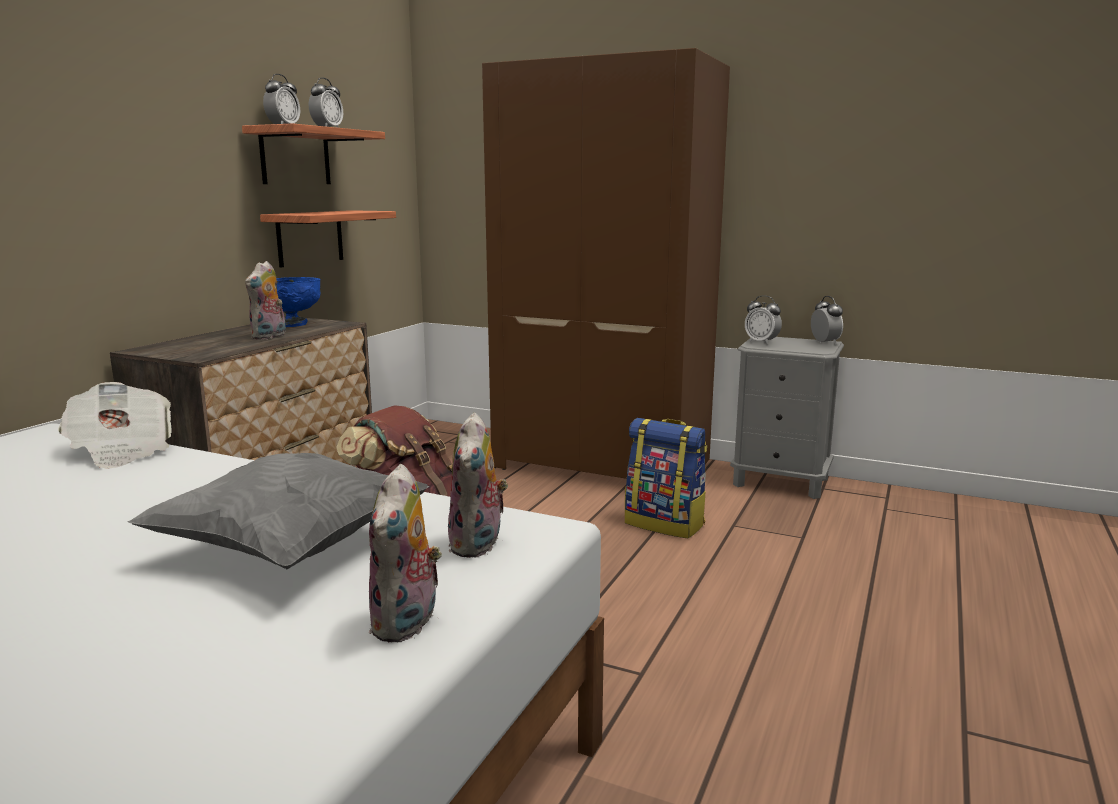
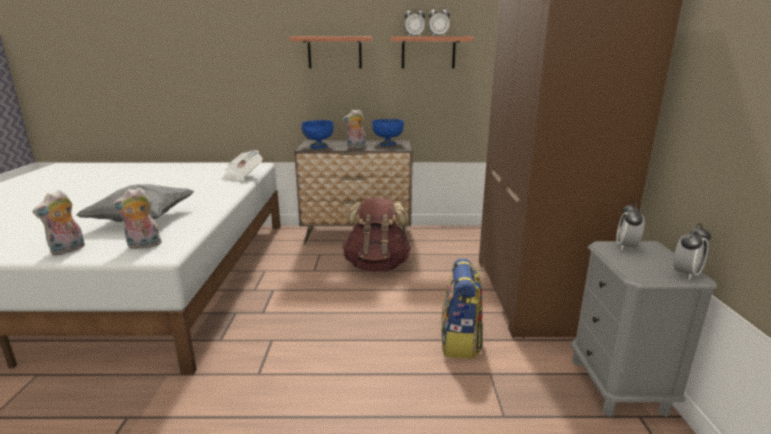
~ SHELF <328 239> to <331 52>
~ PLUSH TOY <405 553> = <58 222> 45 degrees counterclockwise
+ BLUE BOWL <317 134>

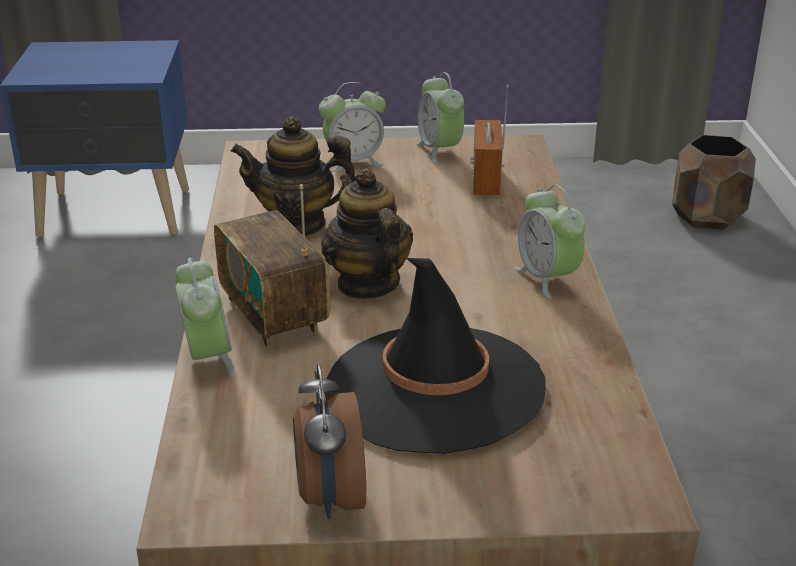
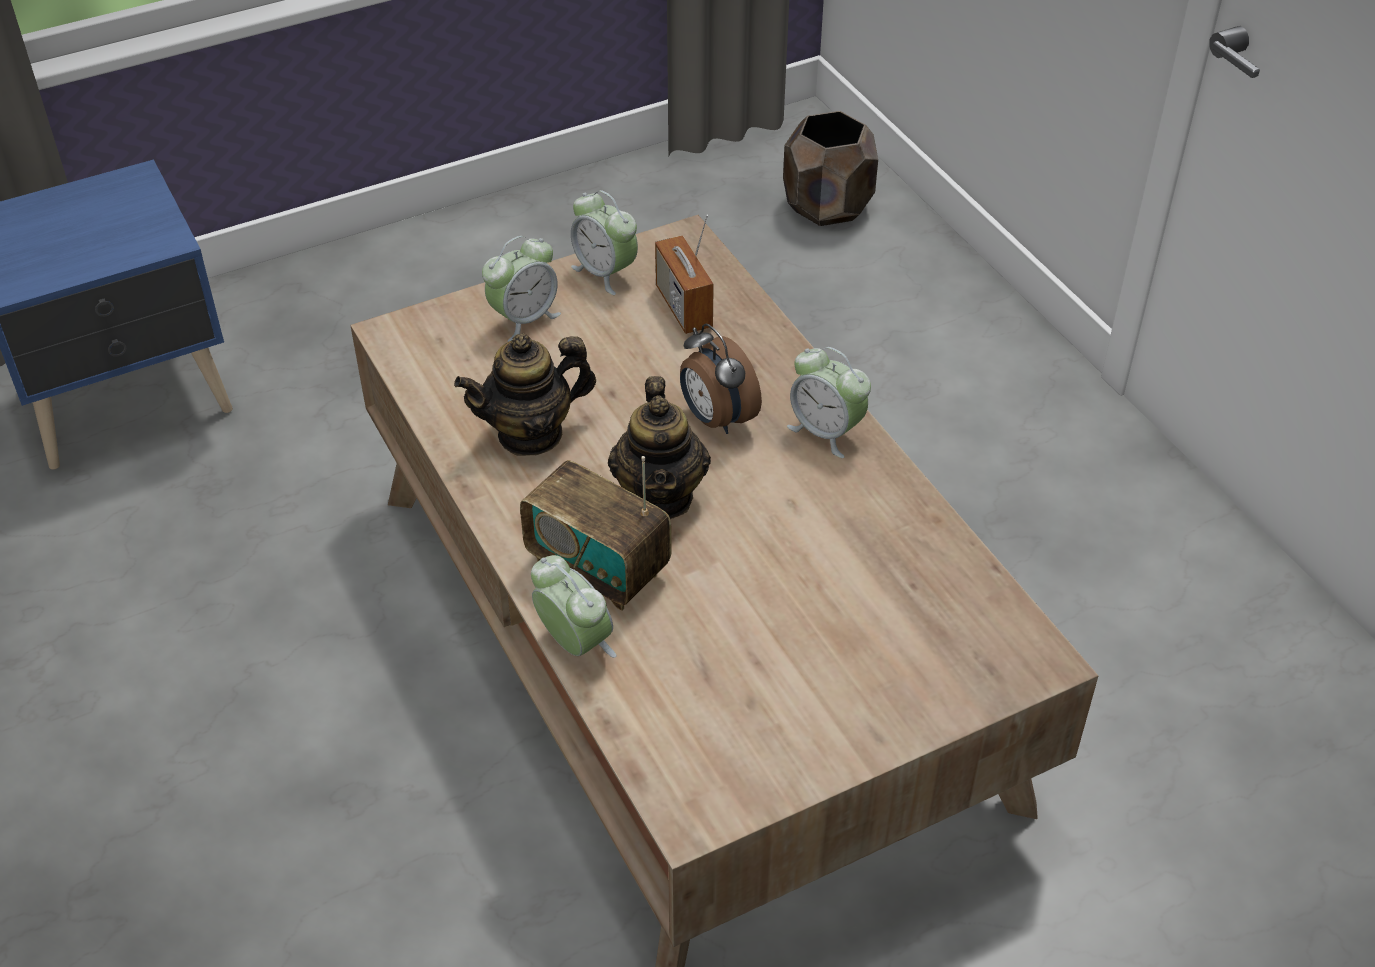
~ TEAPOT <367 233> = <659 447> 135 degrees counterclockwise
- BLACK HAT <435 356>
~ ALARM CLOCK <329 441> to <721 379>

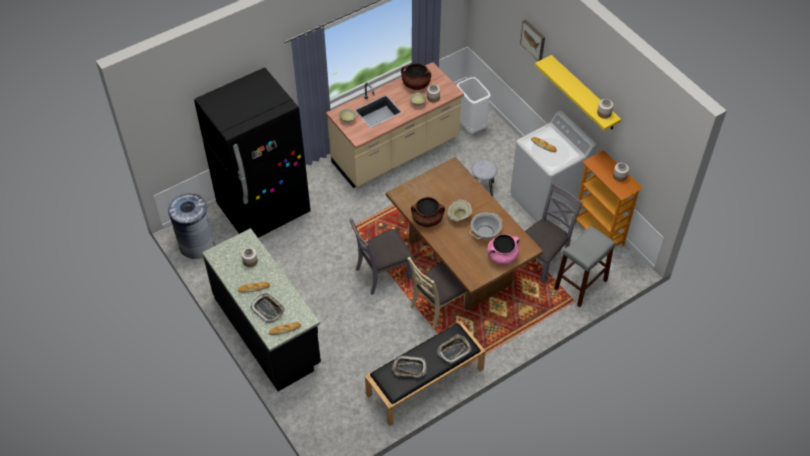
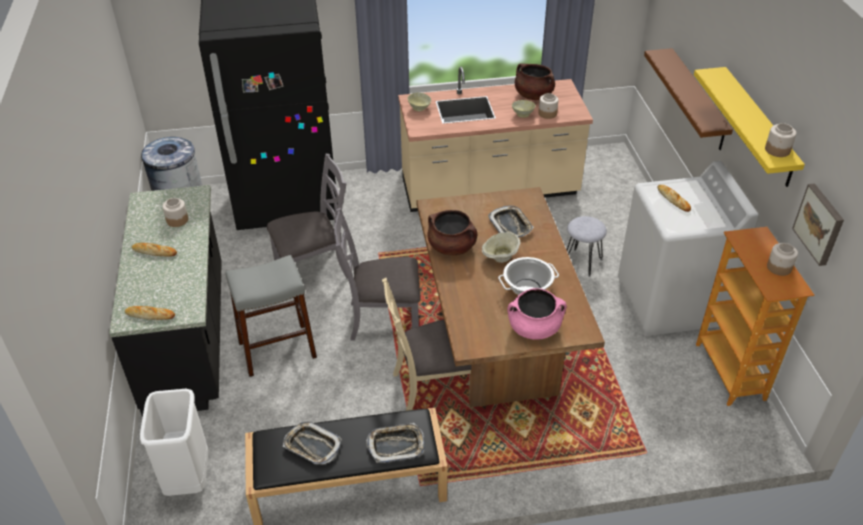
~ PICTURE <532 40> to <818 224>
~ WHITE TRASH CAN <474 105> to <174 442>
~ GREY CHAIR <554 233> to <307 216>
~ GREY STOOL <584 266> to <271 316>
~ TRAY <267 308> to <511 222>
+ BROWN SHELF <688 99>

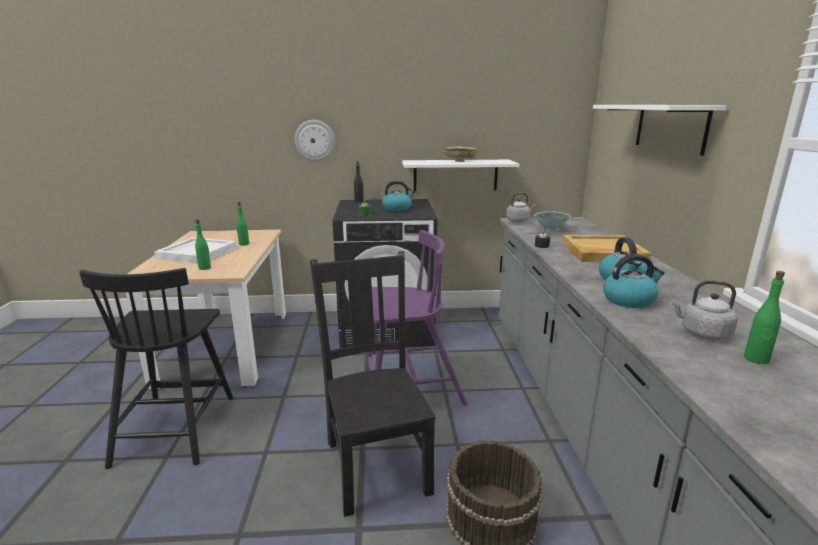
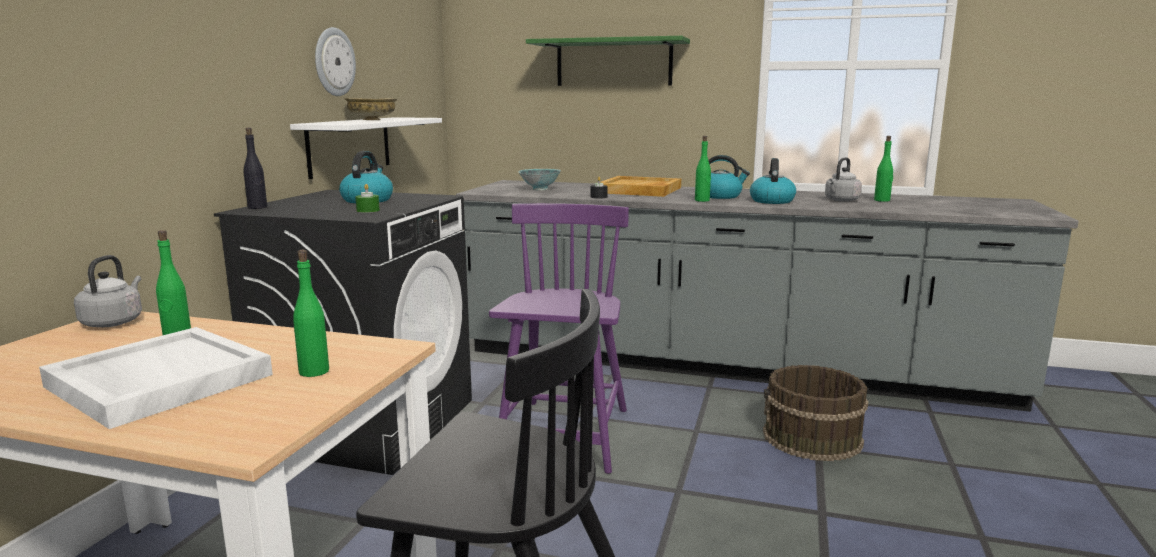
~ WHITE SHELF <660 130> to GREEN SHELF <608 61>
~ WALL CLOCK <315 140> to <335 61>
~ GREY KETTLE <521 207> to <108 291>
- BLACK CHAIR <373 384>
+ GREEN BOTTLE <703 169>

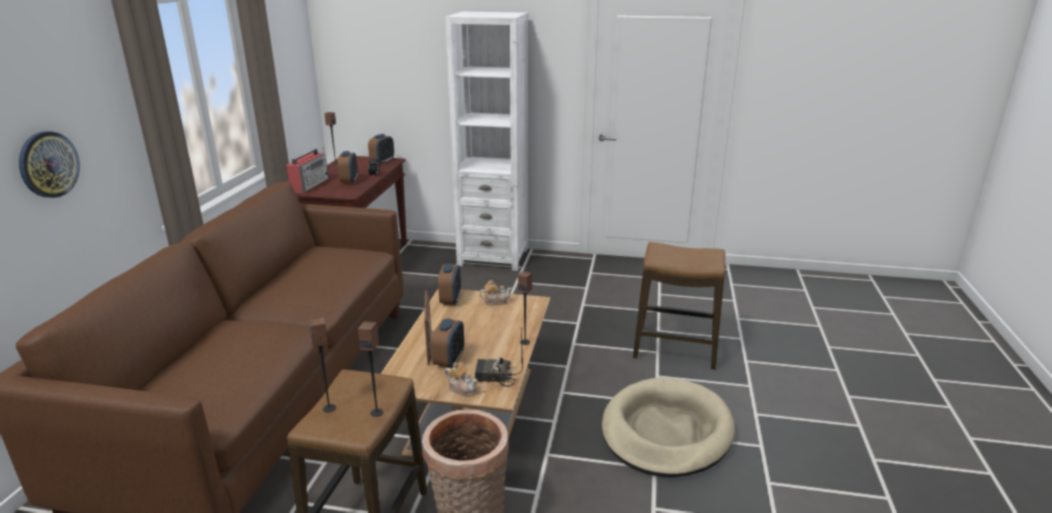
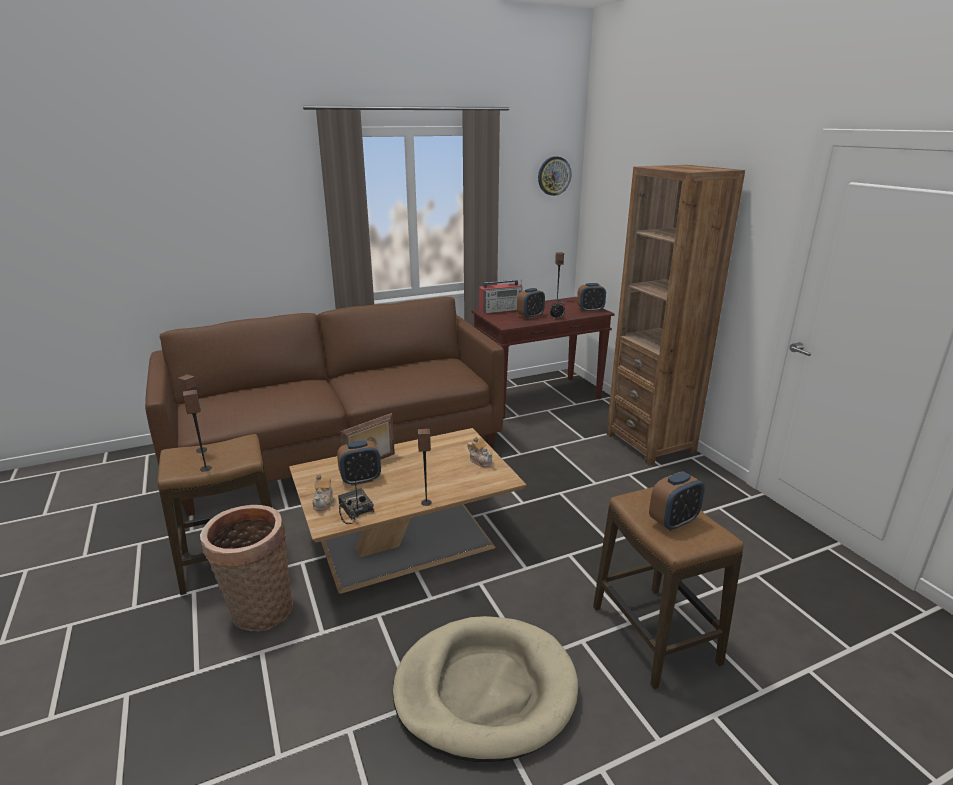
~ WHITE BOOKCASE <486 141> to BROWN BOOKCASE <676 315>
~ WALL CLOCK <49 164> to <554 176>
~ ALARM CLOCK <449 284> to <677 501>

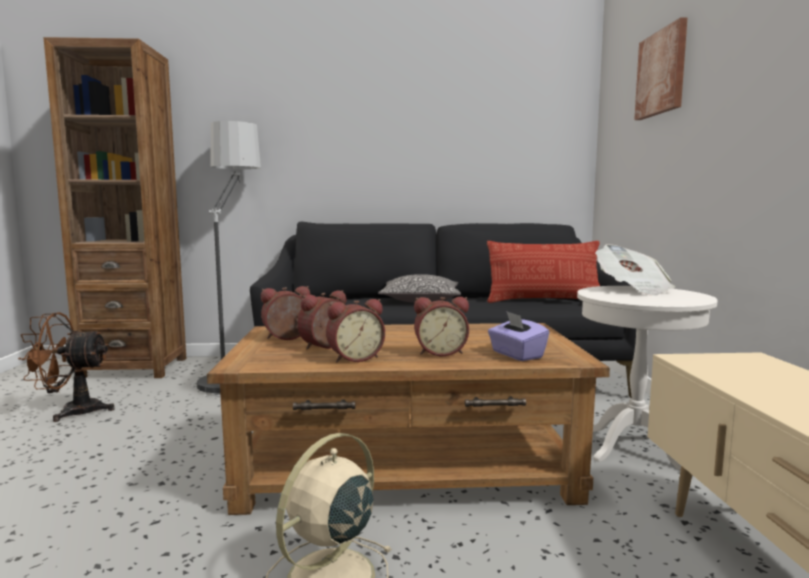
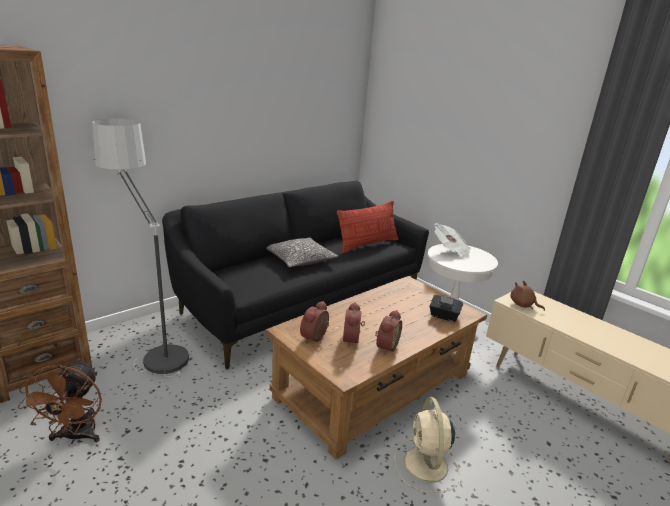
- PICTURE <661 68>
- ALARM CLOCK <441 326>
~ PURPLE TISSUE BOX <519 336> to BLACK TISSUE BOX <446 308>
~ BROWN FAN <66 367> = <60 401> 45 degrees counterclockwise
+ BROWN PLUSH TOY <527 295>

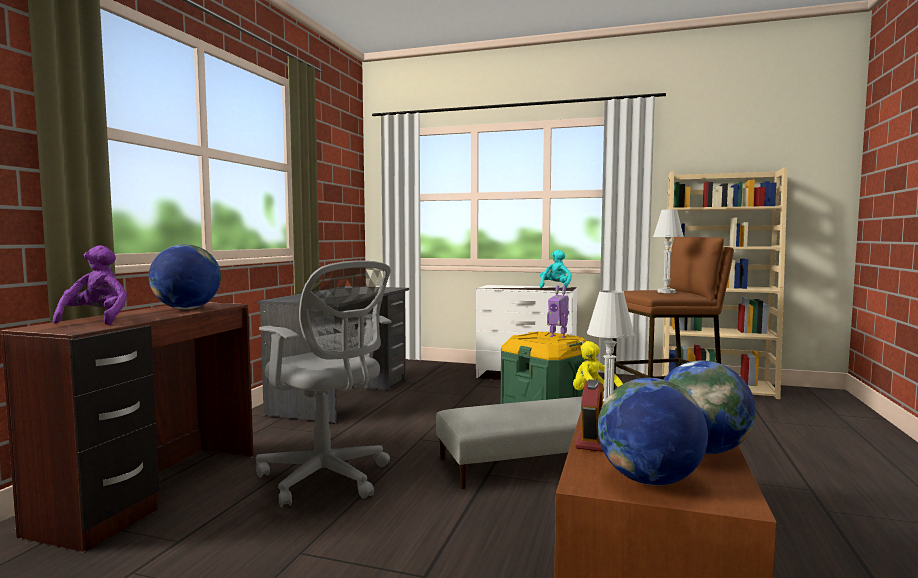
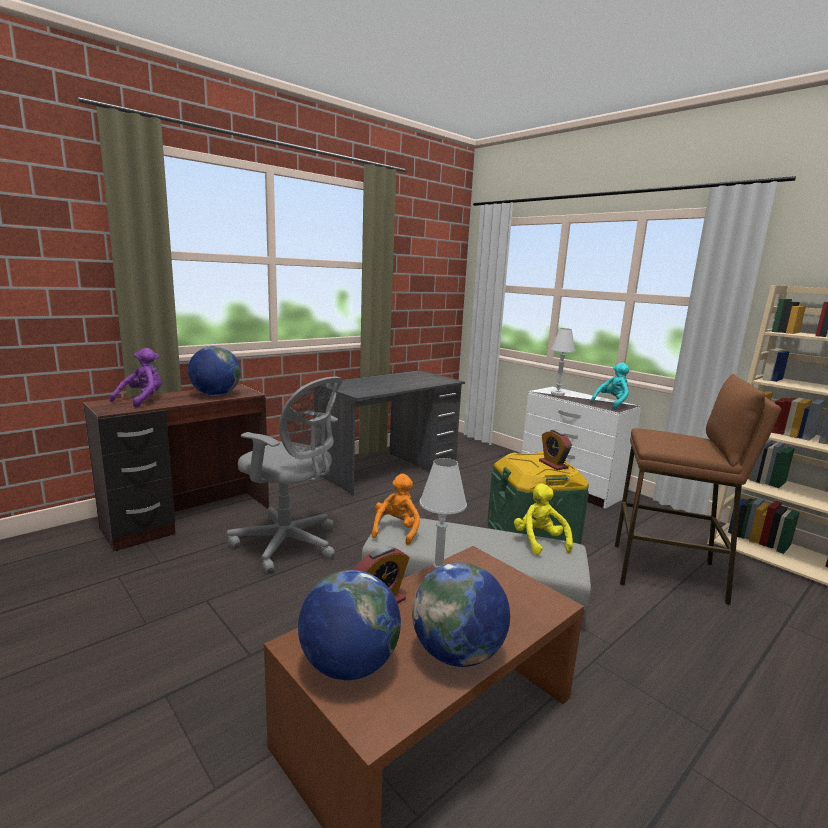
~ WHITE TABLE LAMP <668 251> to <563 362>
~ GREY OFFICE CHAIR <323 383> = <285 475> 45 degrees counterclockwise
~ TOY ROBOT <558 311> to ALARM CLOCK <555 450>
+ ORANGE PLUSH TOY <396 509>

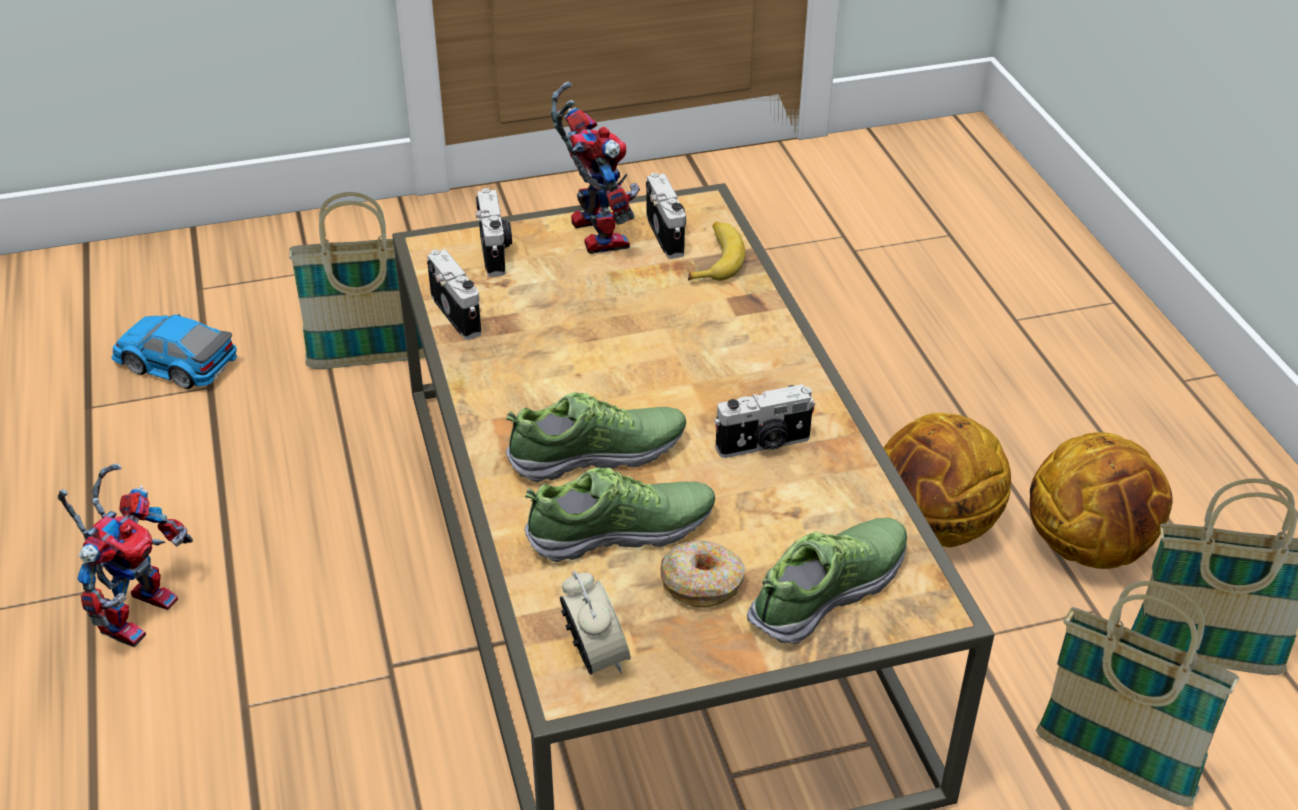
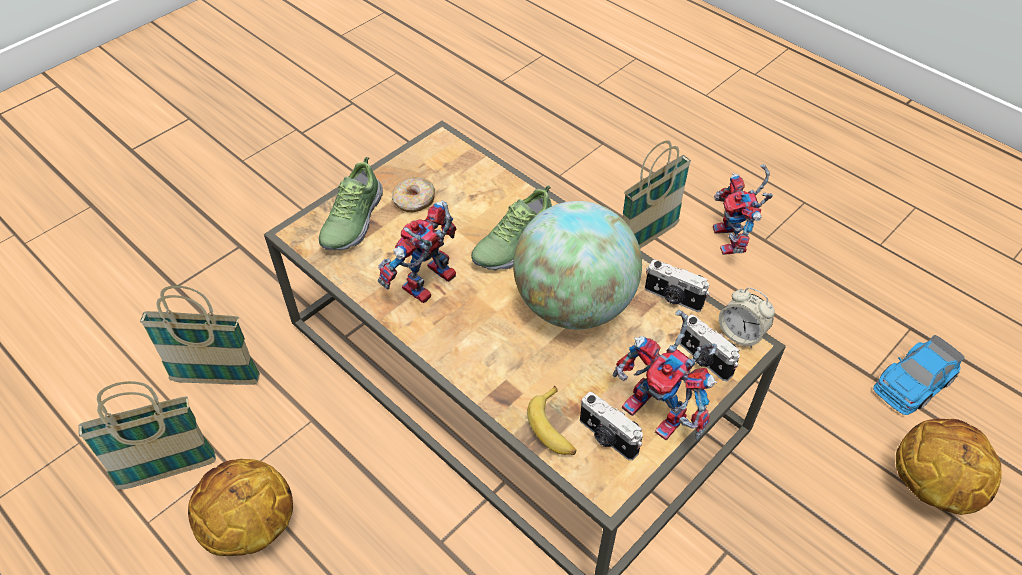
~ BASKET <357 280> to <657 194>
~ TOY CAR <174 351> = <919 375> 150 degrees clockwise
~ PHOTO CAMERA <764 421> to TOY ROBOT <417 251>
~ BASKETBALL <947 480> to <949 467>
- SHOE <619 514>
~ ALARM CLOCK <595 623> to <747 317>
+ GLOBE <577 265>

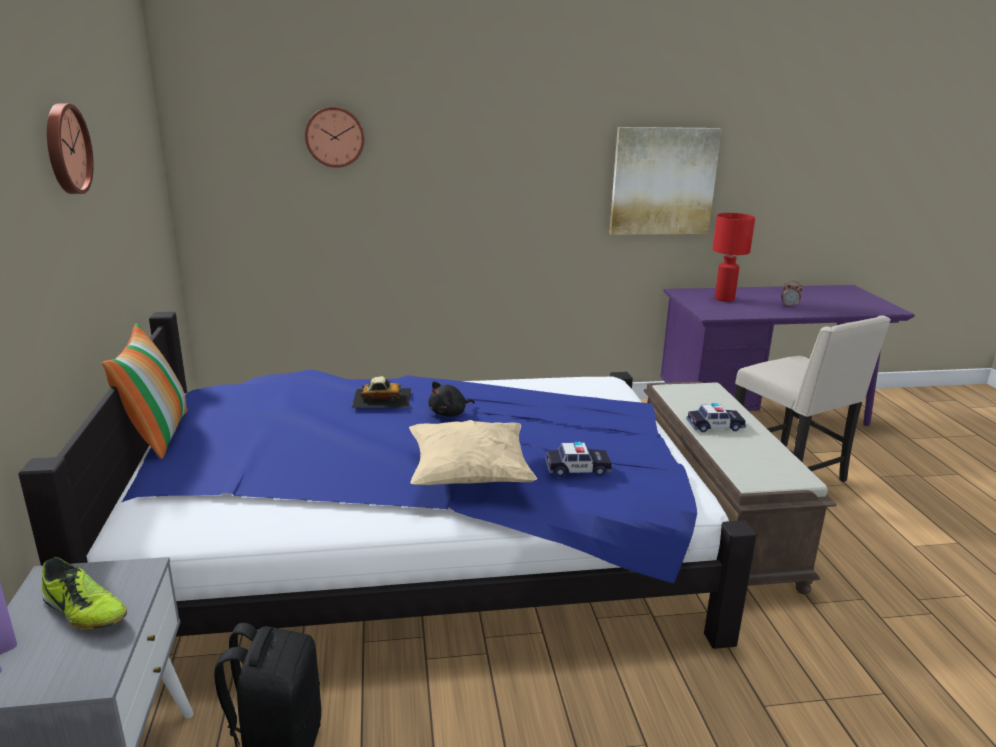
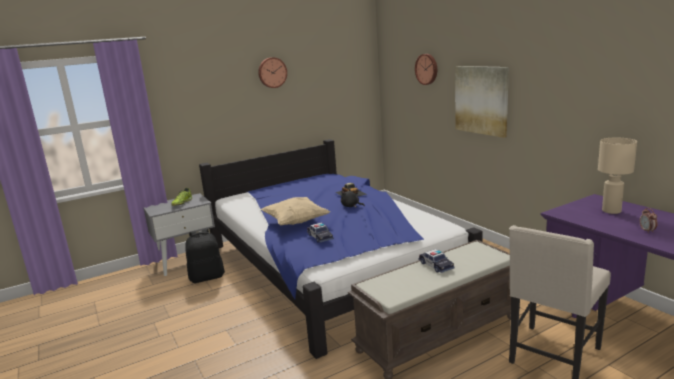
~ PICTURE <665 181> to <482 102>
~ RED TABLE LAMP <734 257> to BEIGE TABLE LAMP <617 176>
- PILLOW <145 391>

